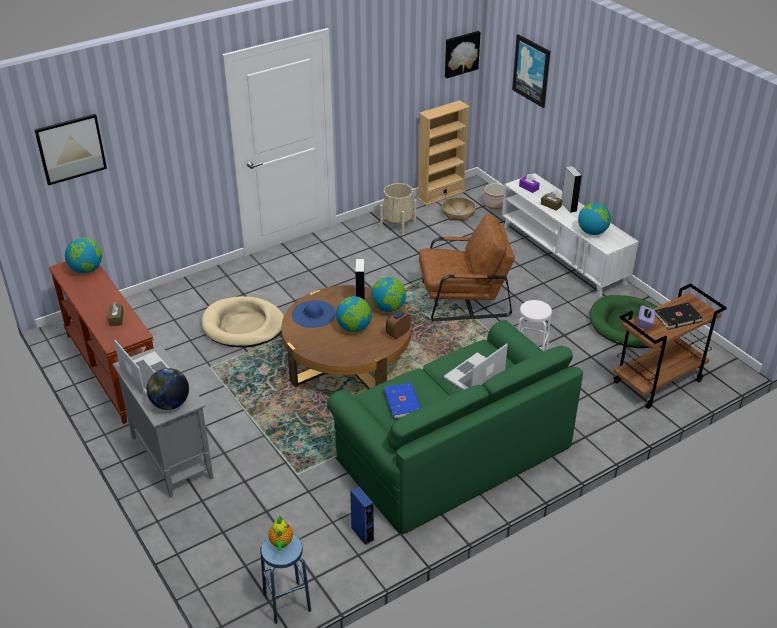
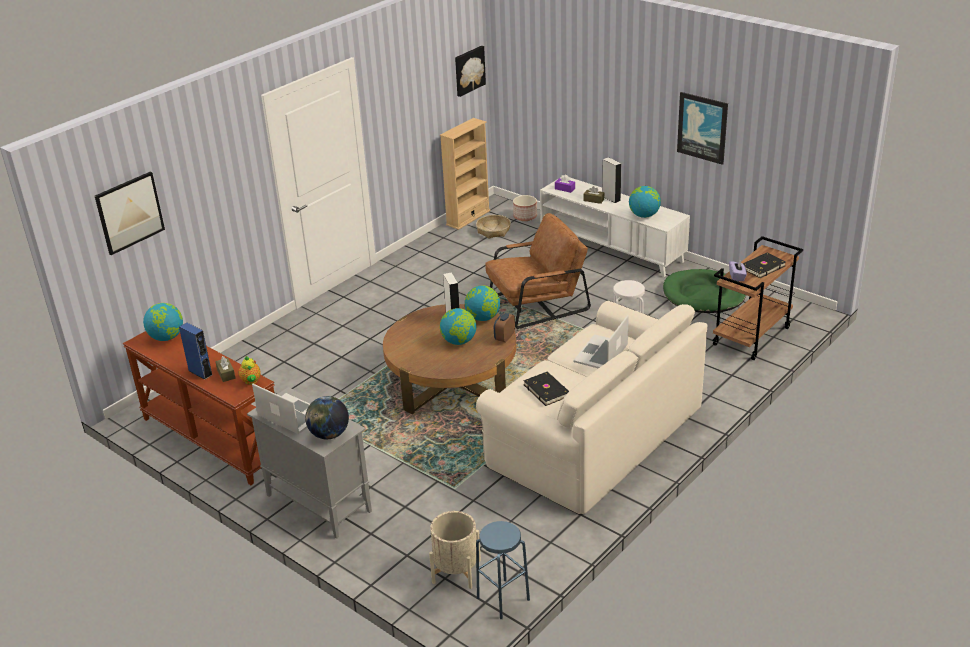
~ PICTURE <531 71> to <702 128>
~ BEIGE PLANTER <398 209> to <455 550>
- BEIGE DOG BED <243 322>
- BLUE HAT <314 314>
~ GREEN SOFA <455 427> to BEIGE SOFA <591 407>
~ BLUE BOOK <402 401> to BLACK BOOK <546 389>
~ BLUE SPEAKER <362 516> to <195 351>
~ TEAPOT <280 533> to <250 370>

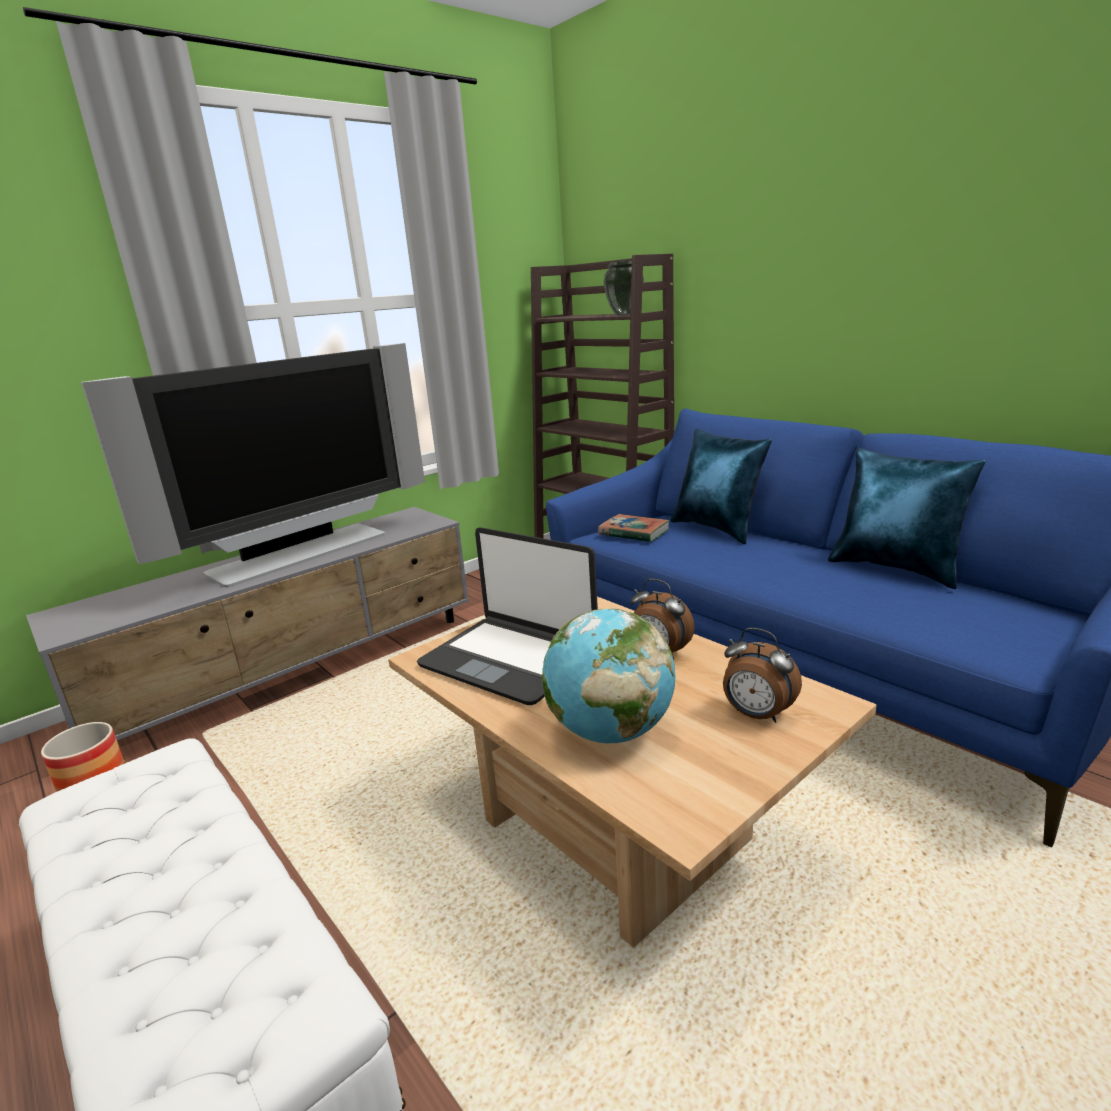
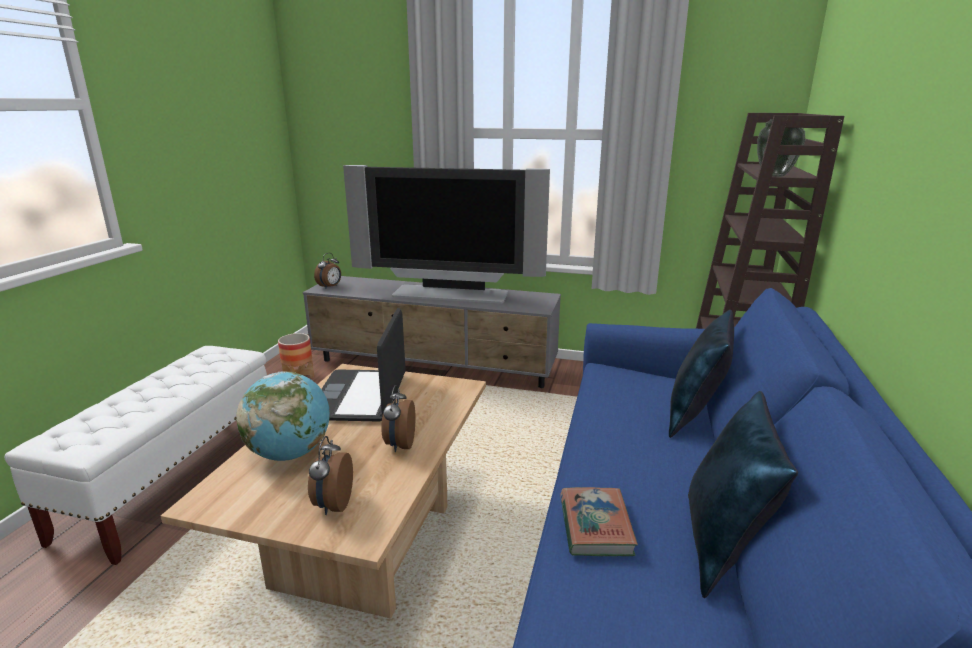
~ BOOK <634 528> to <599 521>
+ ALARM CLOCK <327 271>

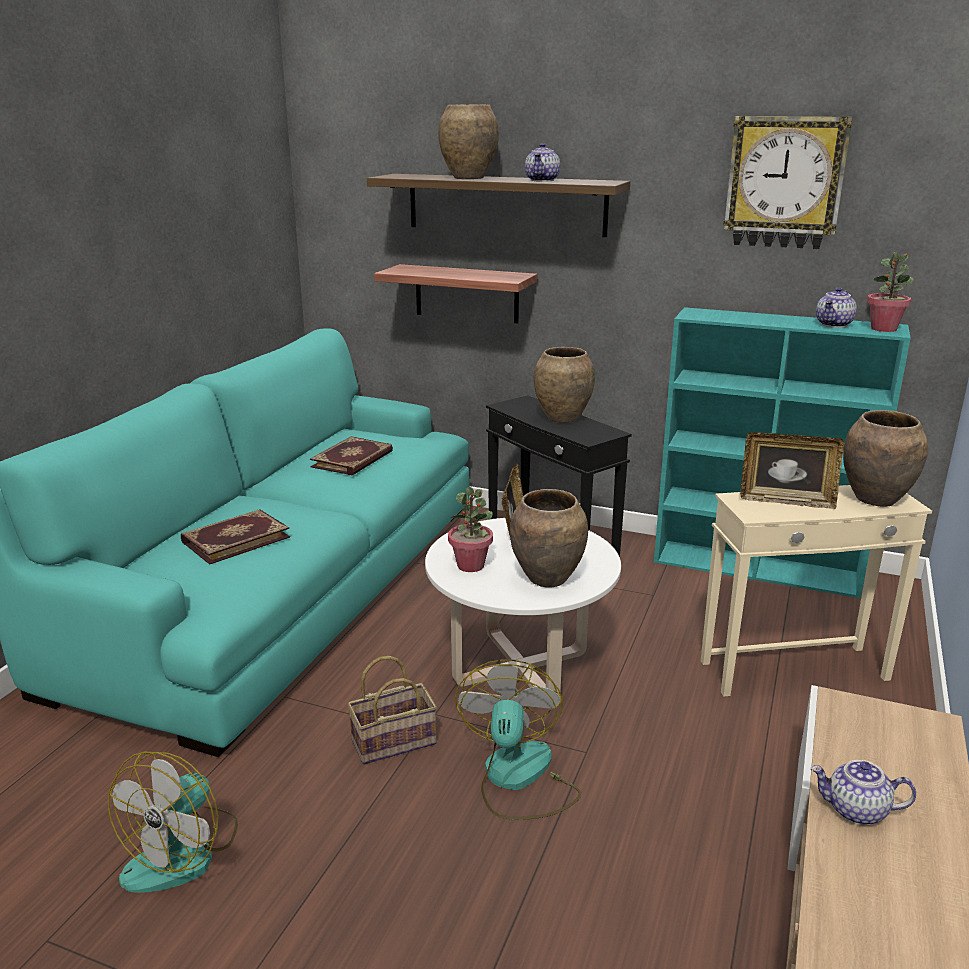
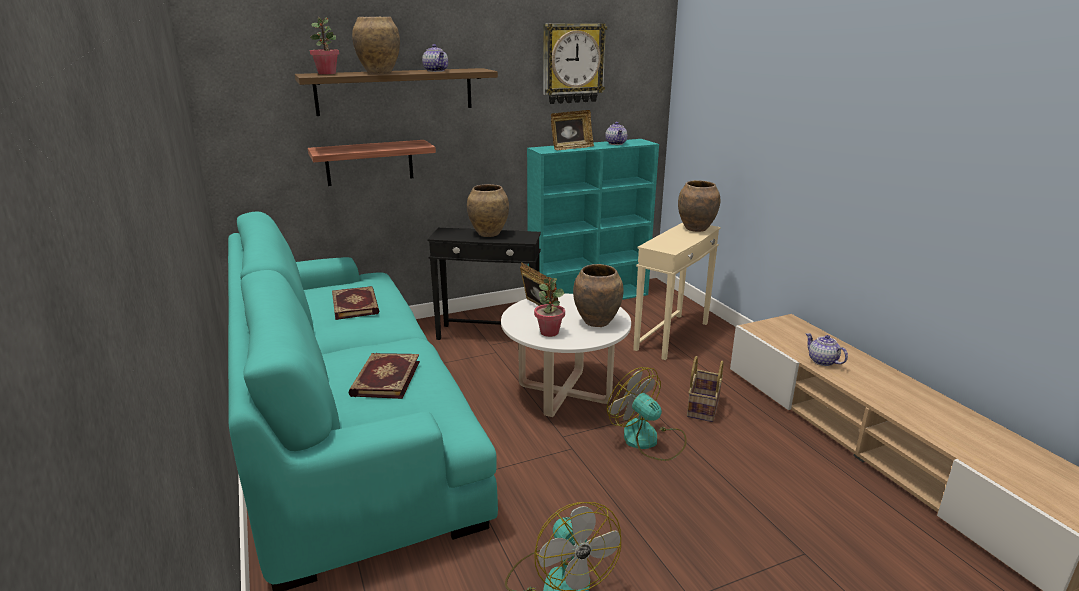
~ POTTED PLANT <890 292> to <324 45>
~ PICTURE FRAME <792 470> to <572 130>
~ BASKET <392 710> to <705 389>
~ TEAPOT <863 792> = <826 349> 90 degrees clockwise

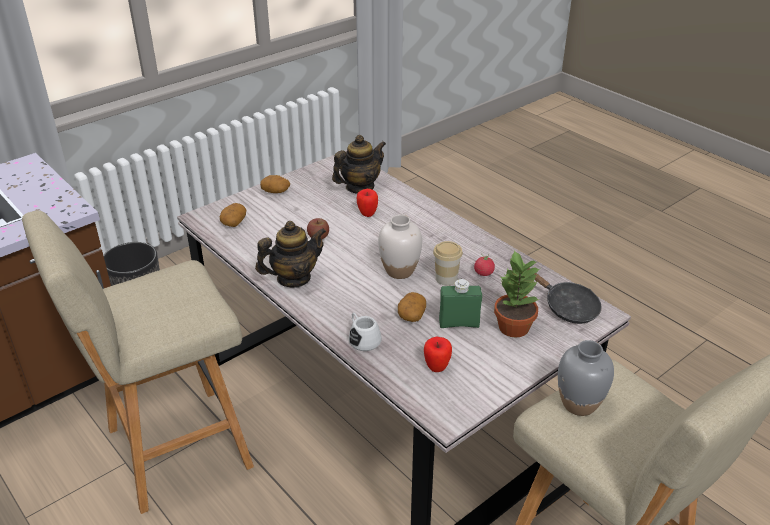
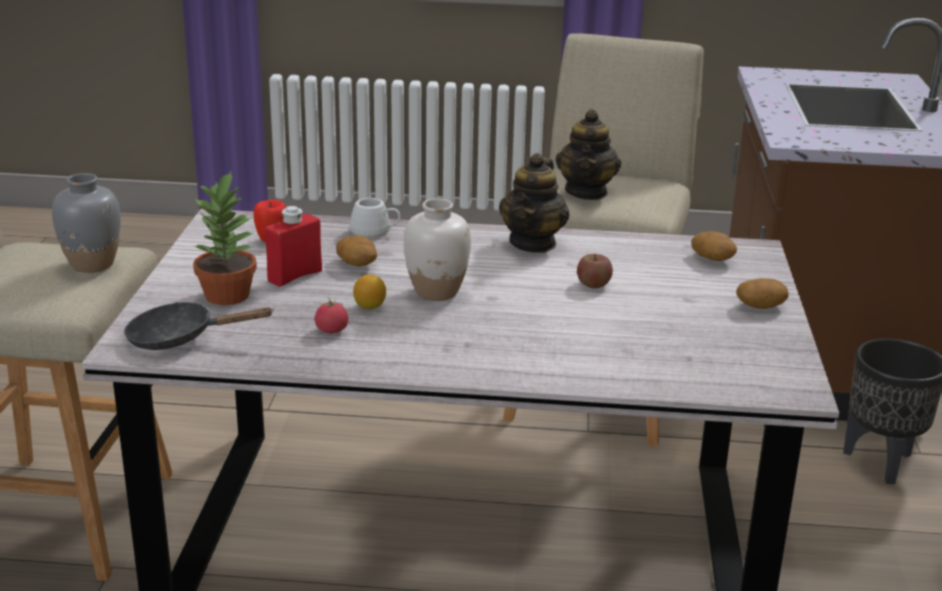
~ TEAPOT <359 164> to <588 154>
- APPLE <367 203>
~ CUP <448 263> to LEMON <369 291>
~ GREEN BOTTLE <460 303> to RED BOTTLE <293 246>

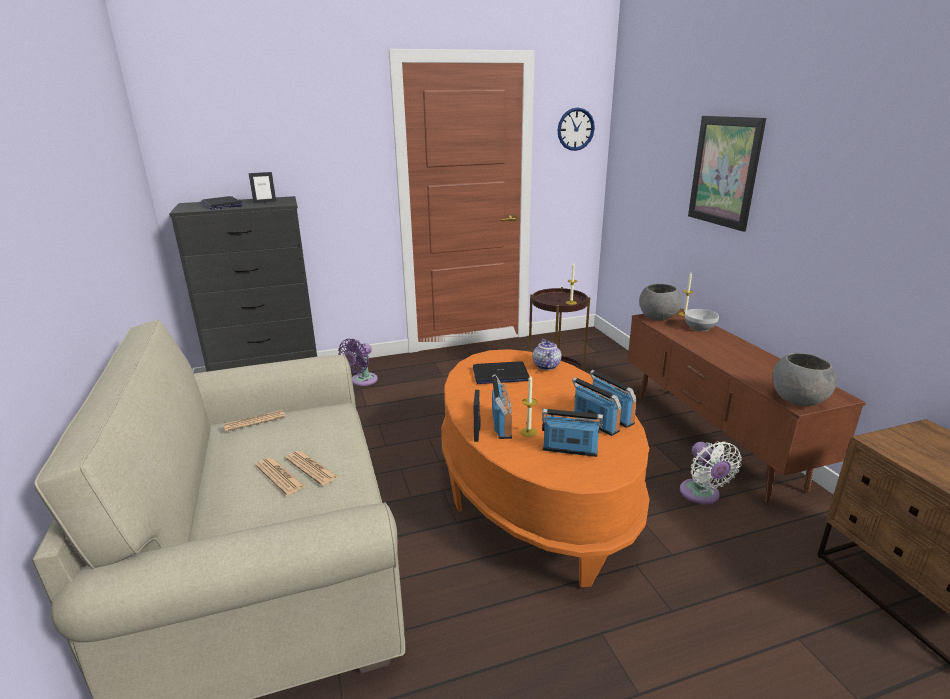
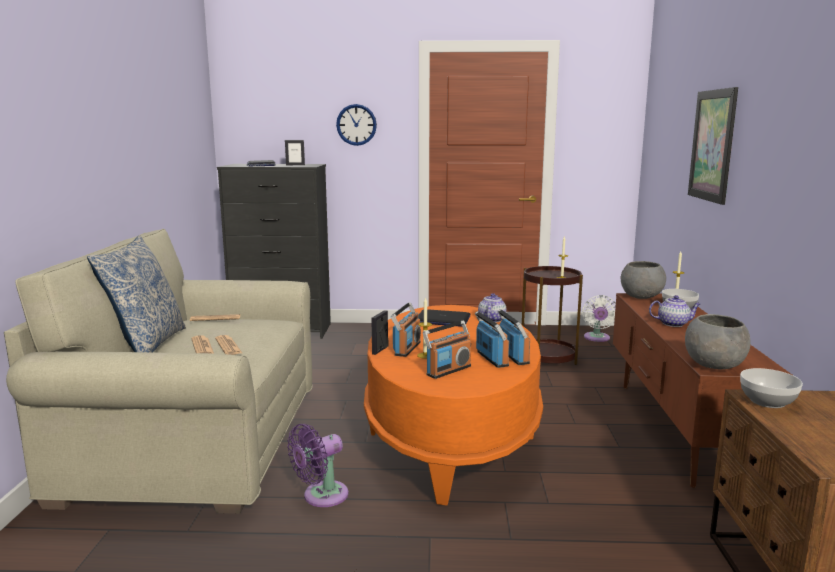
~ WALL CLOCK <576 129> to <356 125>
~ PURPLE FAN <358 362> to <317 465>
~ RADIO <572 433> = <447 349> 105 degrees clockwise
~ WHITE FAN <711 473> to <599 318>
+ PILLOW <136 293>
+ TEAPOT <675 311>
+ BOWL <771 388>

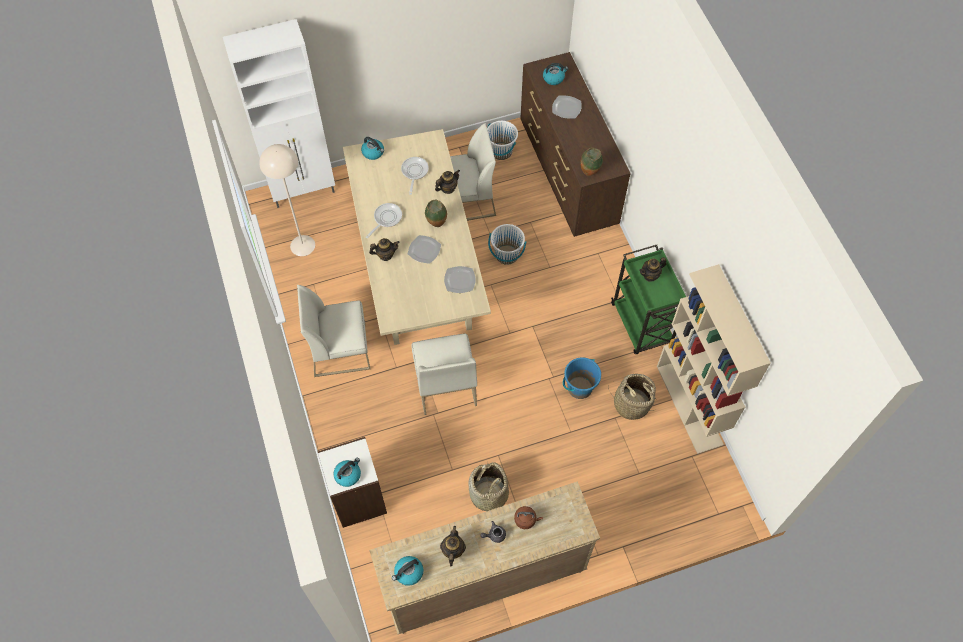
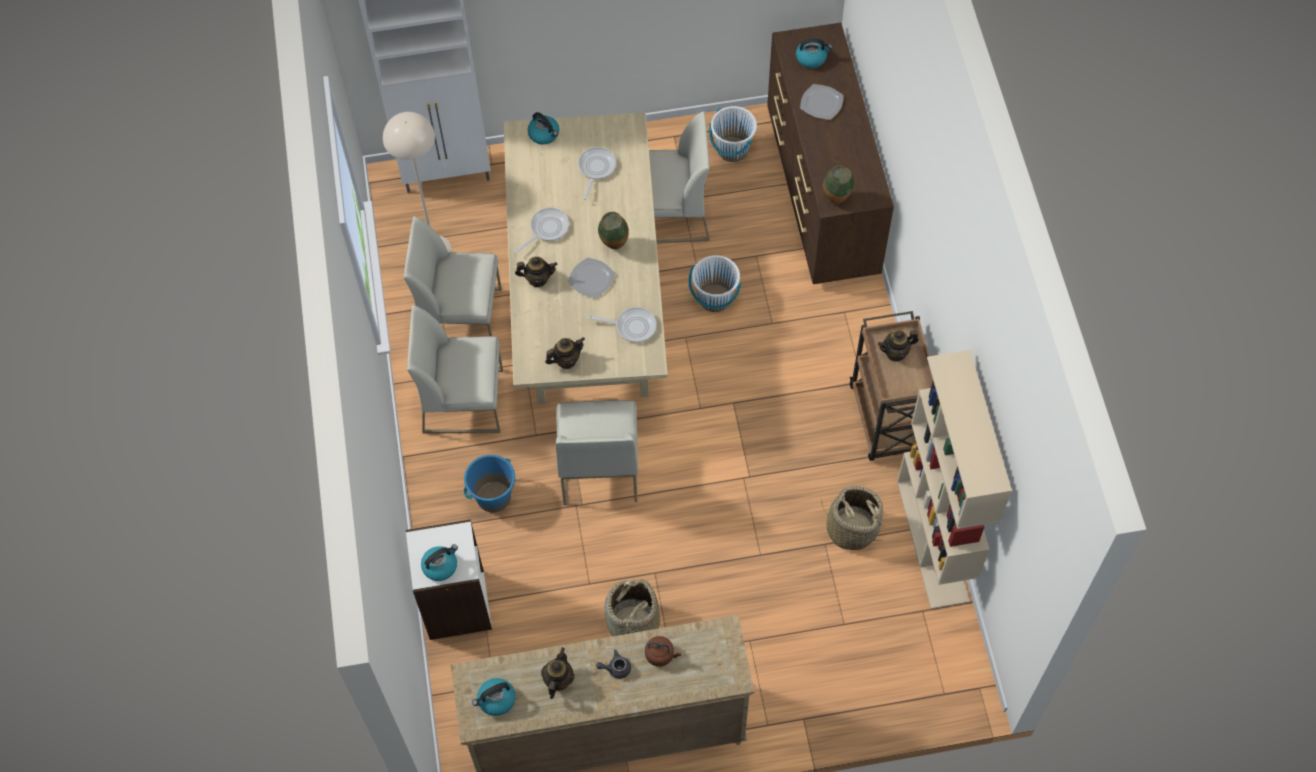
~ TEAPOT <447 181> to <565 353>
~ GREEN CART <648 299> to BROWN CART <891 386>
~ PLATE <460 279> to FRYING PAN <622 325>
~ BLUE BUCKET <582 378> to <489 484>
+ WHITE CHAIR <452 276>

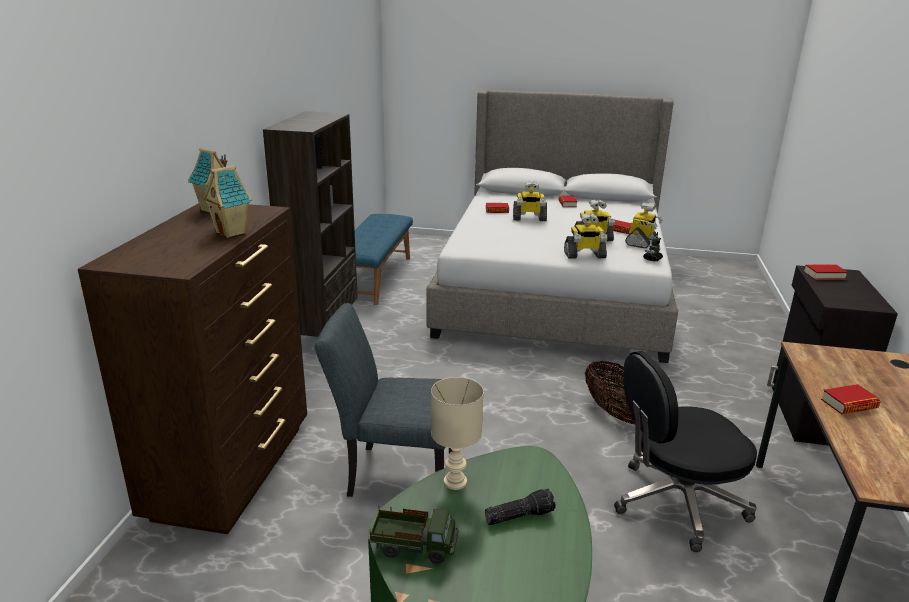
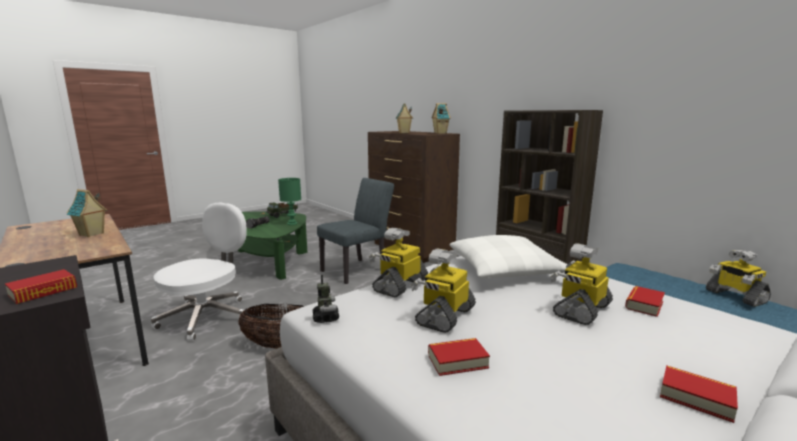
~ TOY ROBOT <644 225> to <738 278>
~ BLACK OFFICE CHAIR <685 451> to WHITE OFFICE CHAIR <199 271>
~ BEIGE TABLE LAMP <457 433> to GREEN TABLE LAMP <289 201>
~ BOOK <851 399> to TOY HOUSE <87 213>
+ WHITE PILLOW <508 256>

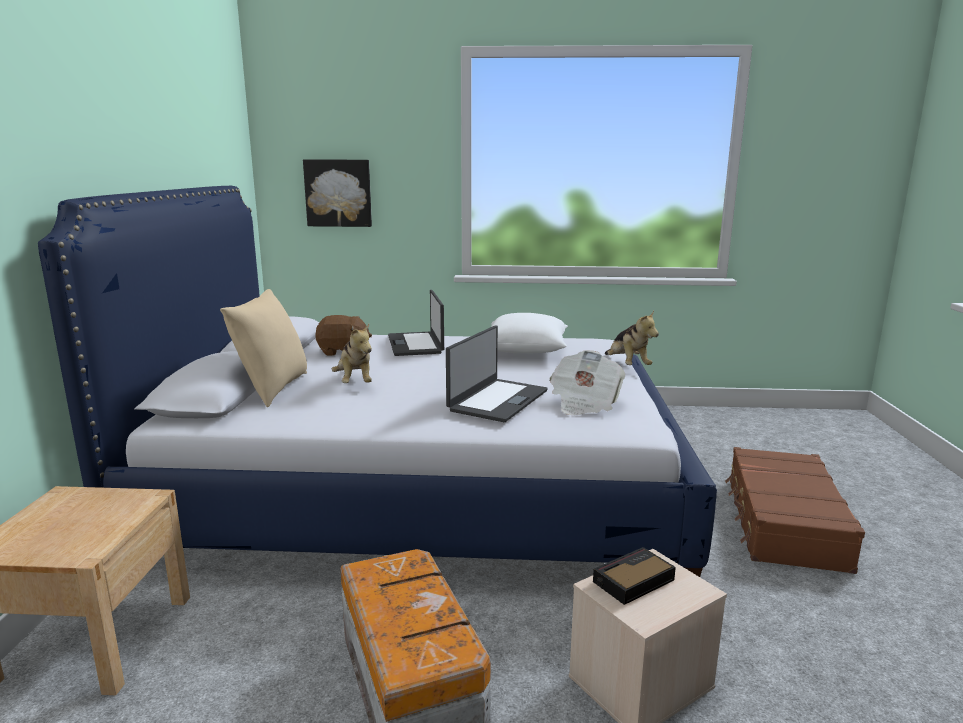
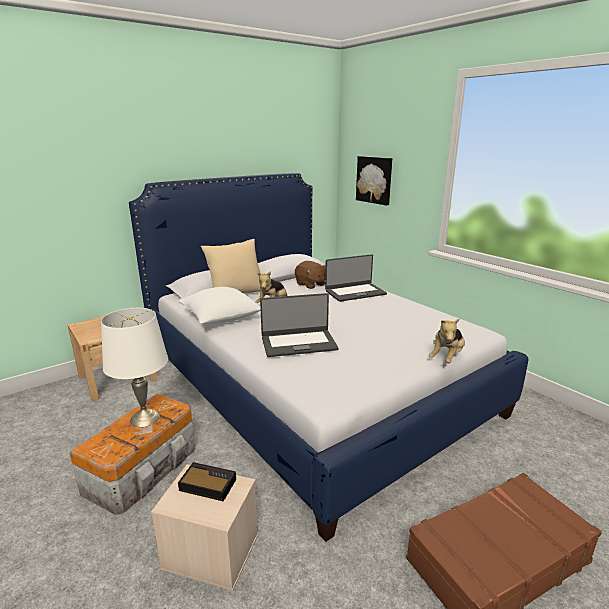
~ LAPTOP <416 323> = <356 278> 150 degrees counterclockwise
~ WHITE PILLOW <529 333> to <219 305>
- NEWSPAPER <588 382>
+ WHITE TABLE LAMP <134 367>

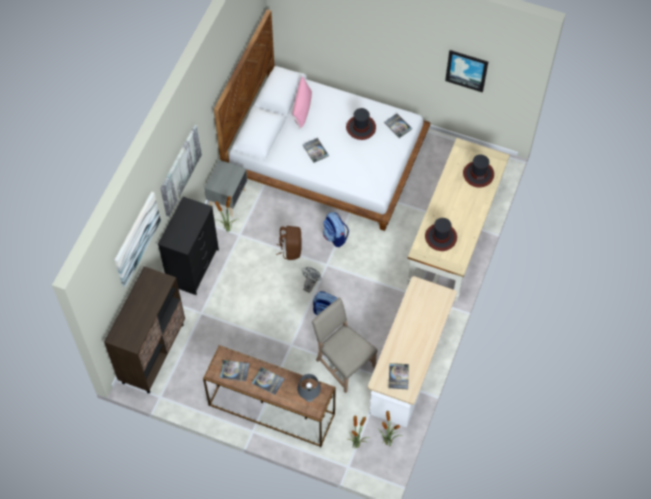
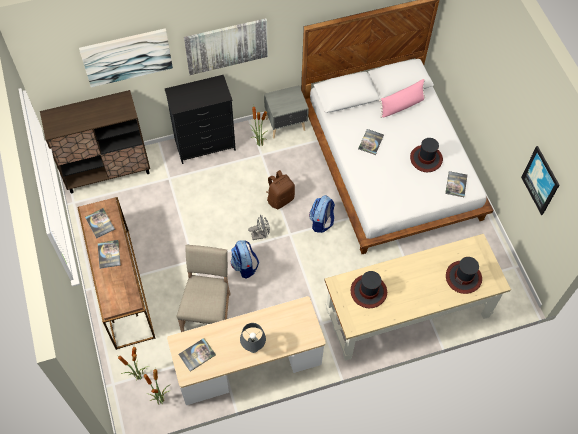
~ GREY TABLE LAMP <309 388> to <253 338>

